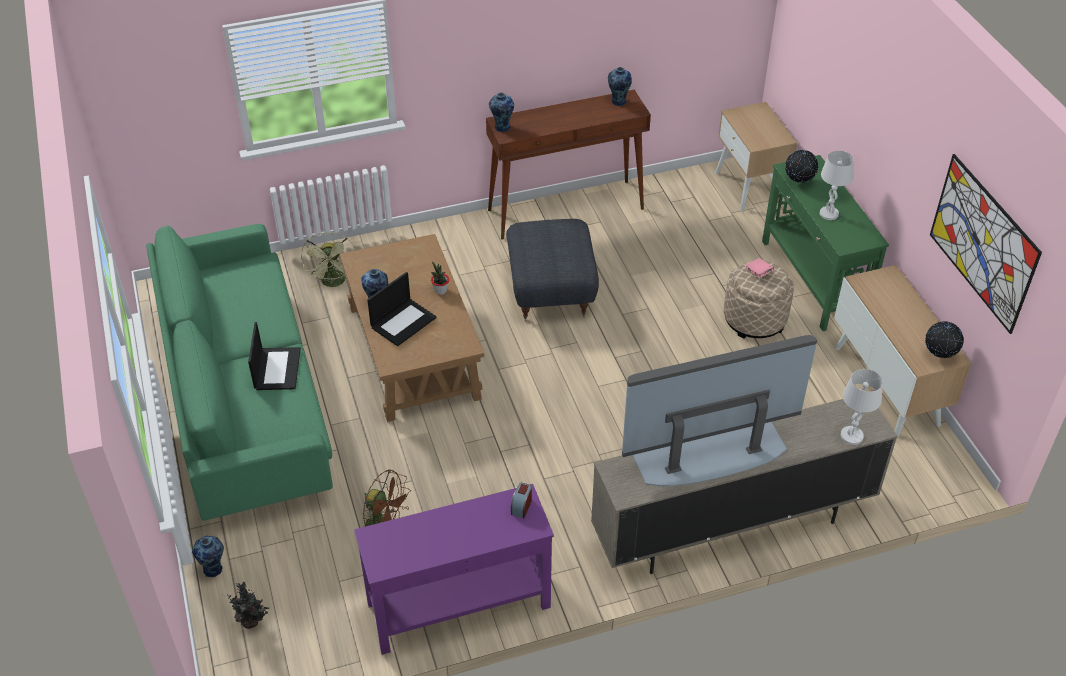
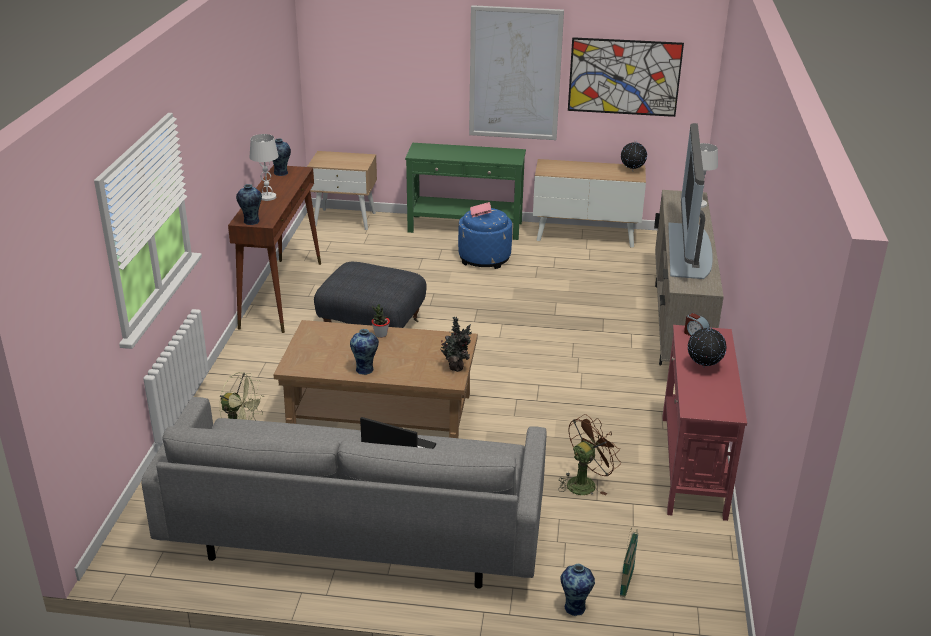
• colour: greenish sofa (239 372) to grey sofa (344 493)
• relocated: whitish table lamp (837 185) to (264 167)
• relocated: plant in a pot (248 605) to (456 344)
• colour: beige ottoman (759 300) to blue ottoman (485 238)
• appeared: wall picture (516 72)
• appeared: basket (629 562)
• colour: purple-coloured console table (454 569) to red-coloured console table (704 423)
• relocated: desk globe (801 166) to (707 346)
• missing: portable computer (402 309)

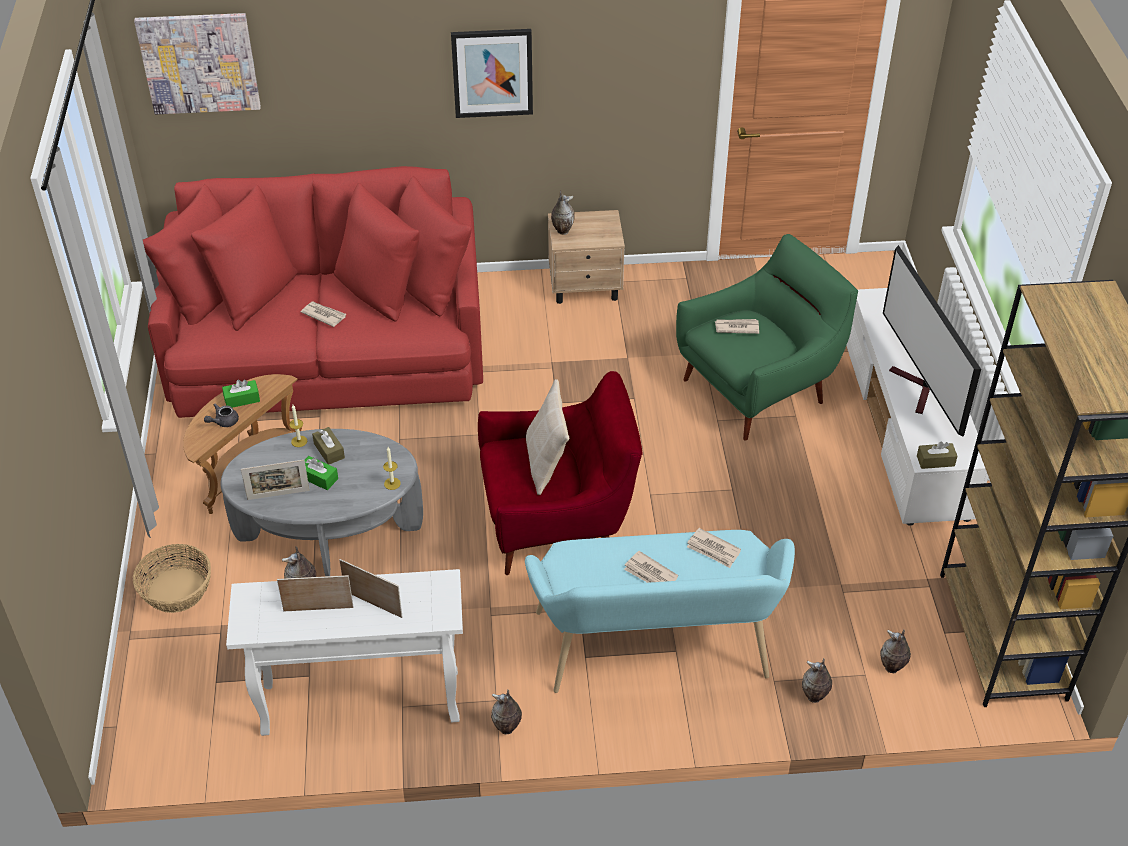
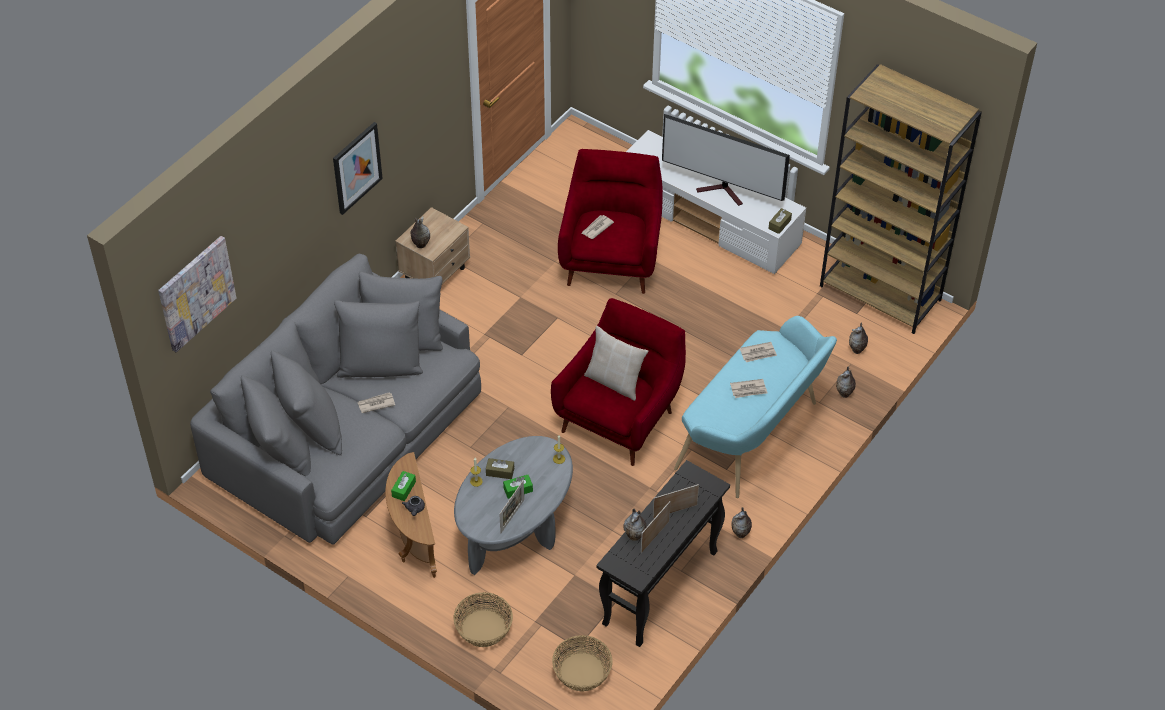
• colour: red-coloured sofa (313 292) to grey sofa (335 399)
• appeared: basket (582 663)
• colour: greenish lounge chair (767 337) to red-coloured lounge chair (610 221)
• colour: whitish console table (344 652) to black-coloured console table (663 553)

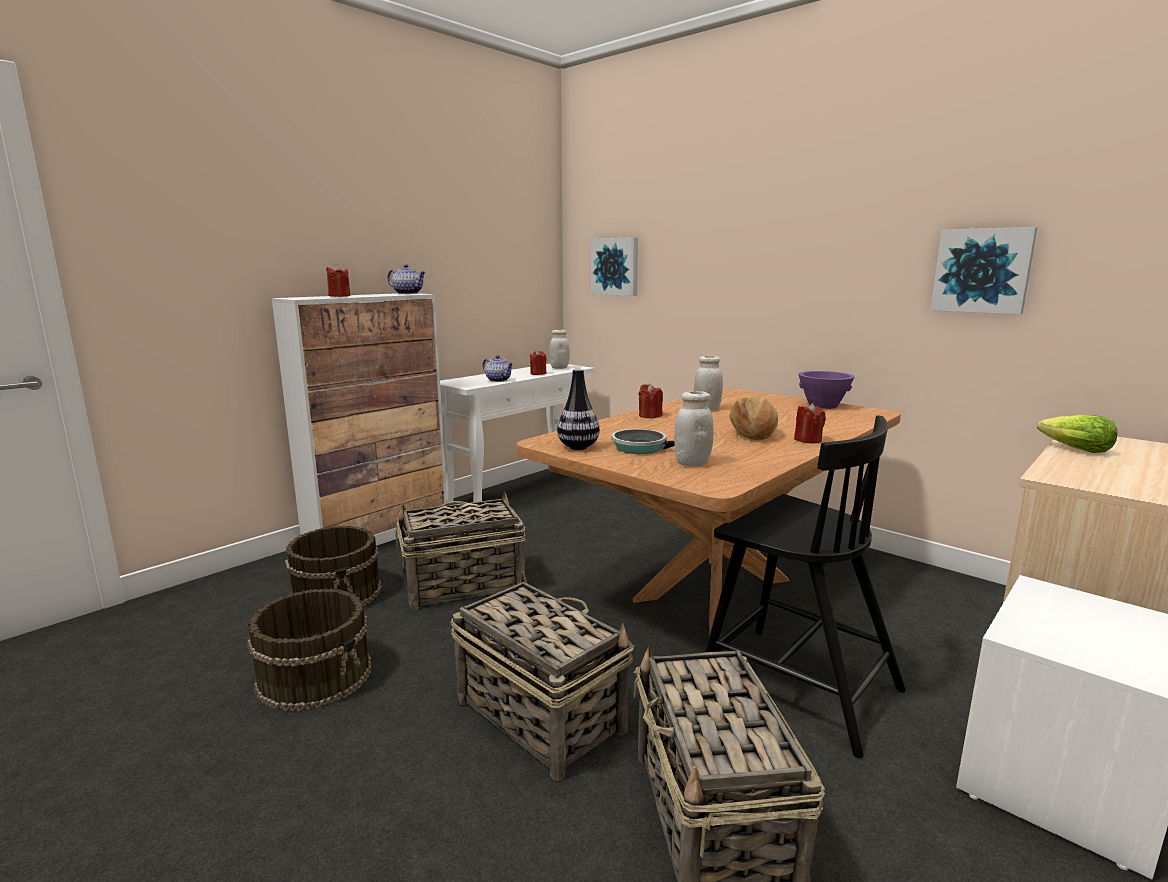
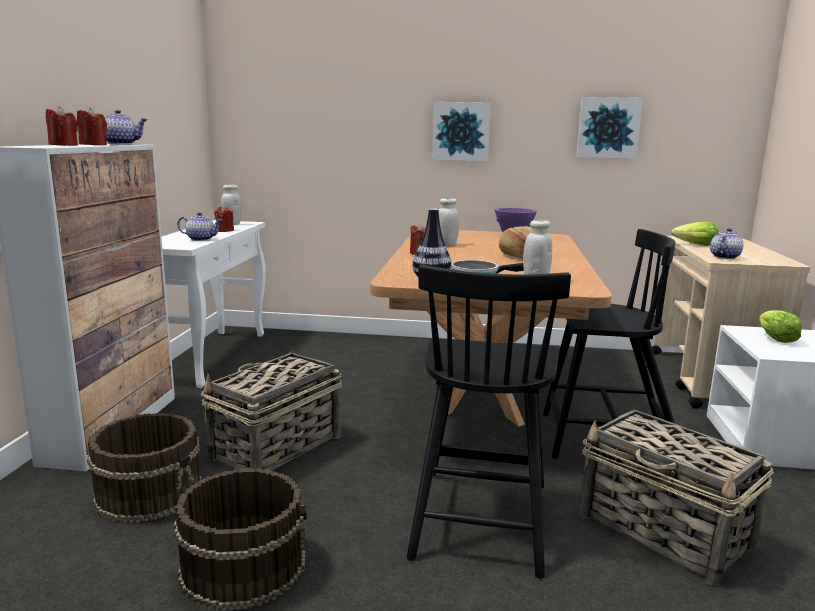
• relocated: red-coloured candle (810 423) to (92 126)
• exchanged: basket (542 676) to black-coloured upright chair (489 421)
• relocated: wall picture (614 266) to (461 131)
• appeared: teapot (726 243)
• appeared: head of lettuce (781 326)

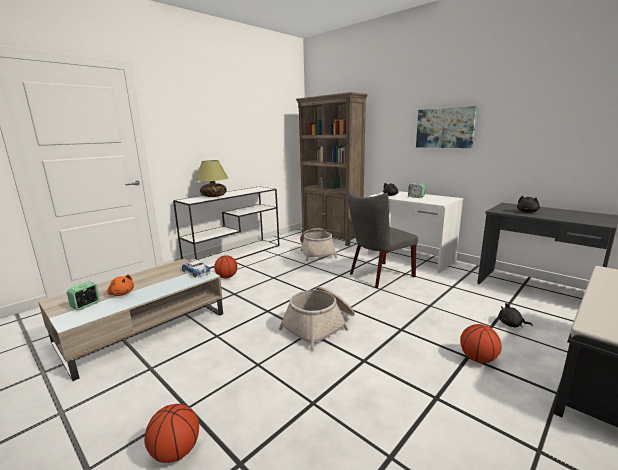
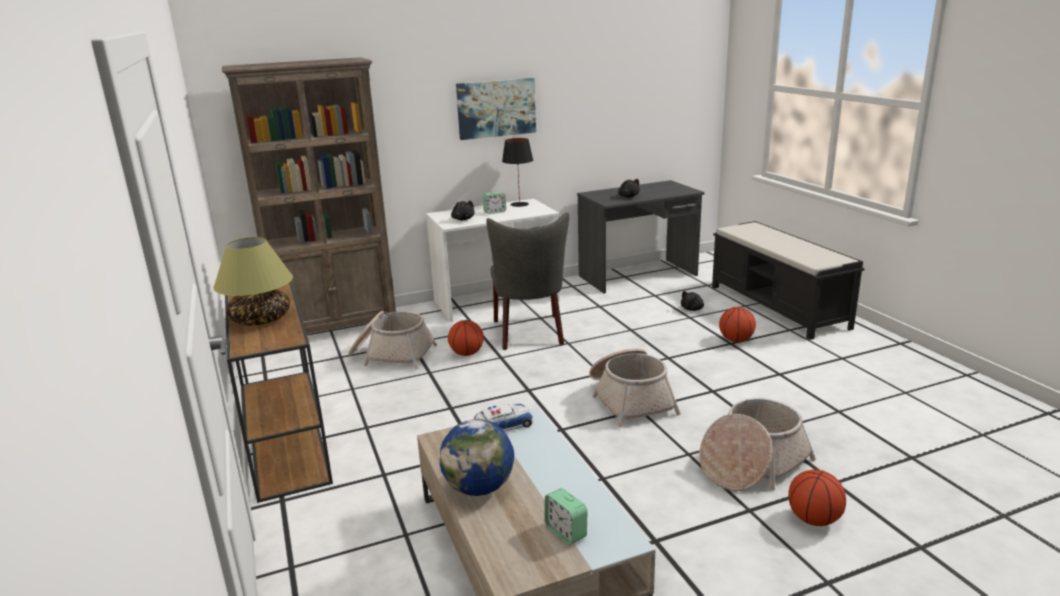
• colour: whitish console table (226 228) to brownish console table (279 385)
• appeared: desk globe (477 457)
• relocated: basketball ball (225 266) to (466 338)
• appeared: black-coloured table lamp (517 172)
• appeared: basket (757 444)
• missing: orangey cuddly toy (120 285)

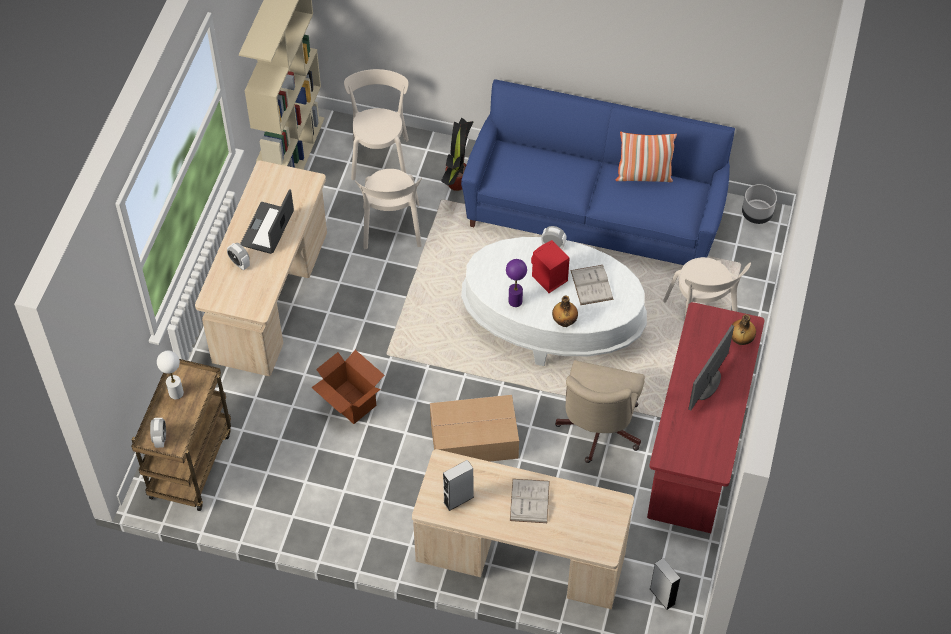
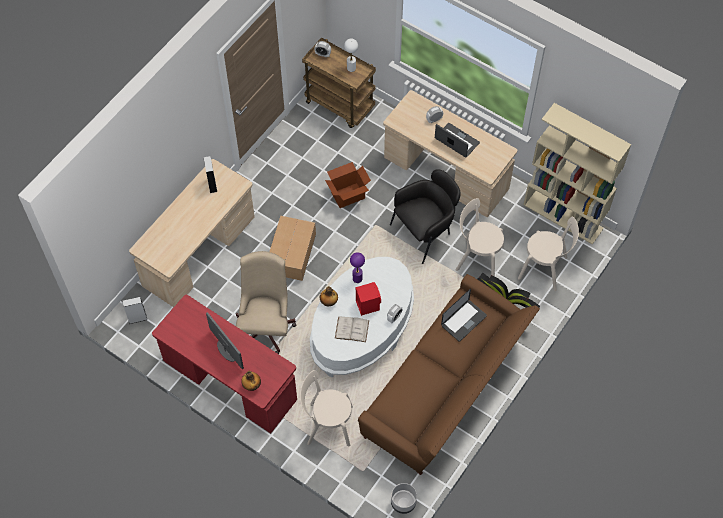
• spun: beige computer chair (600 411) = (266 302) 60 degrees clockwise
• colour: blue sofa (598 172) to brownish sofa (449 374)
• appeared: black-coloured lounge chair (425 216)
• appeared: portable computer (464 315)
• missing: whitish book (530 501)
• missing: throw pillow (646 156)

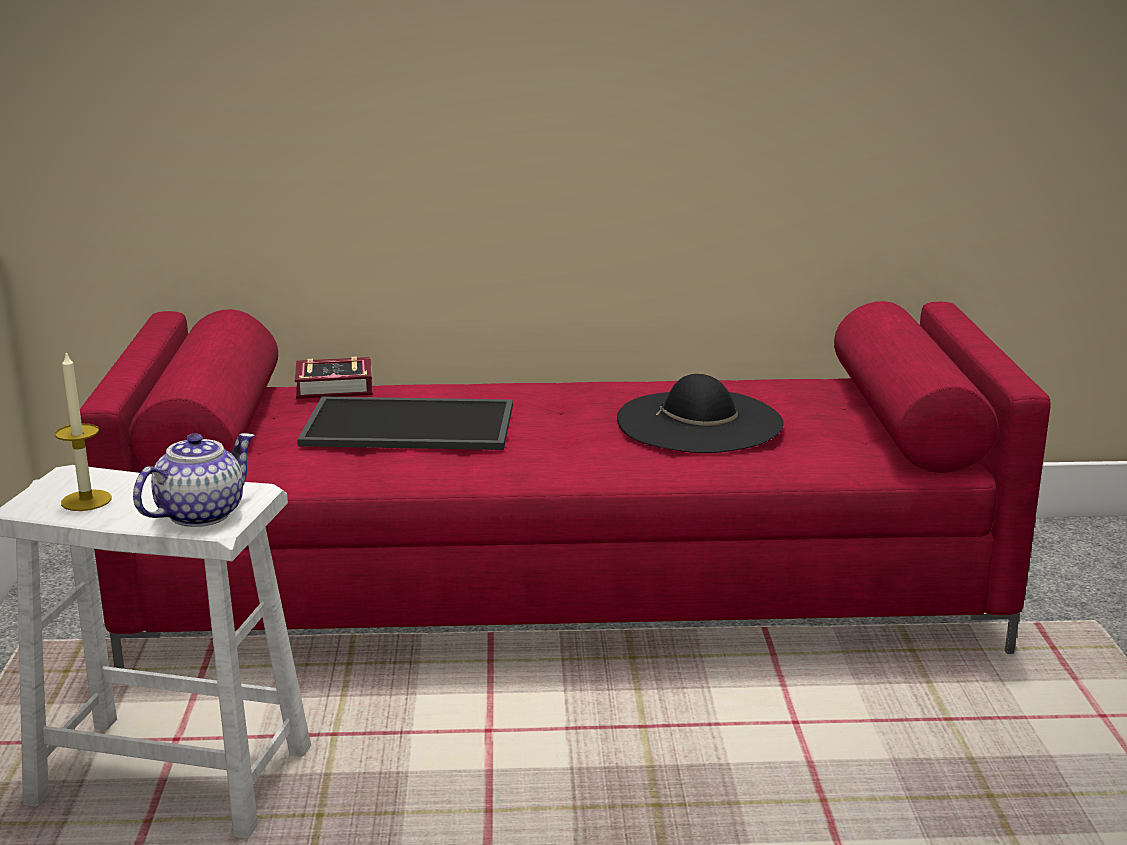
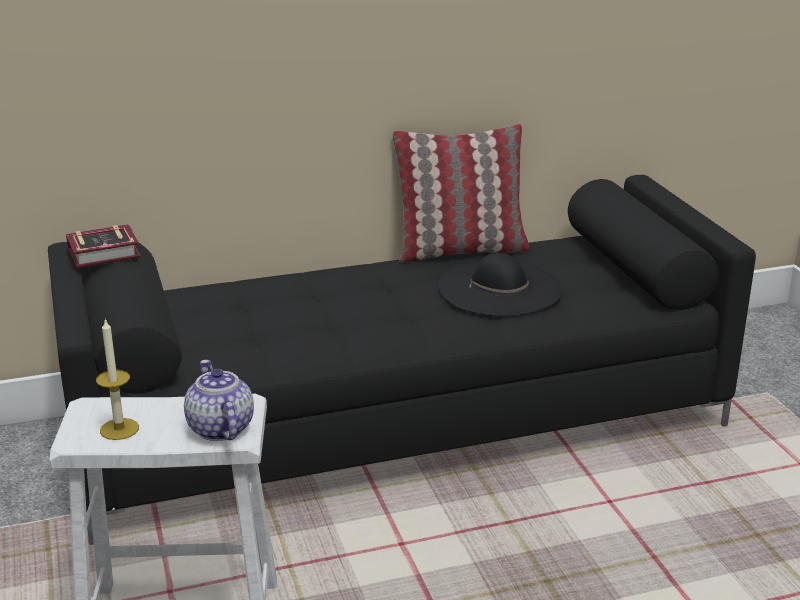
• colour: red-coloured sofa (565 485) to black-coloured sofa (402 360)
• relocated: book (334 378) to (103 246)
• spun: teapot (194 480) = (219 400) 45 degrees counterclockwise
• appeared: throw pillow (461 193)
• missing: carrying tray (405 423)

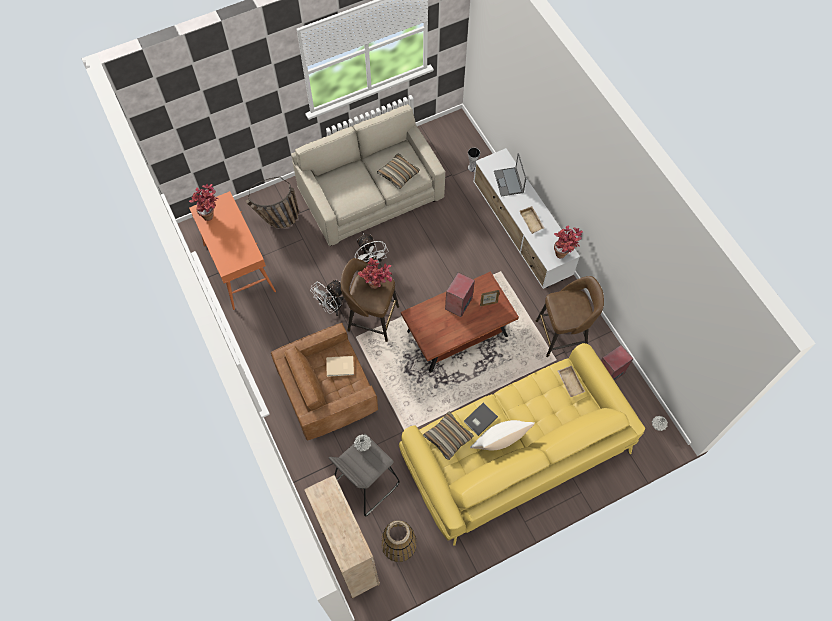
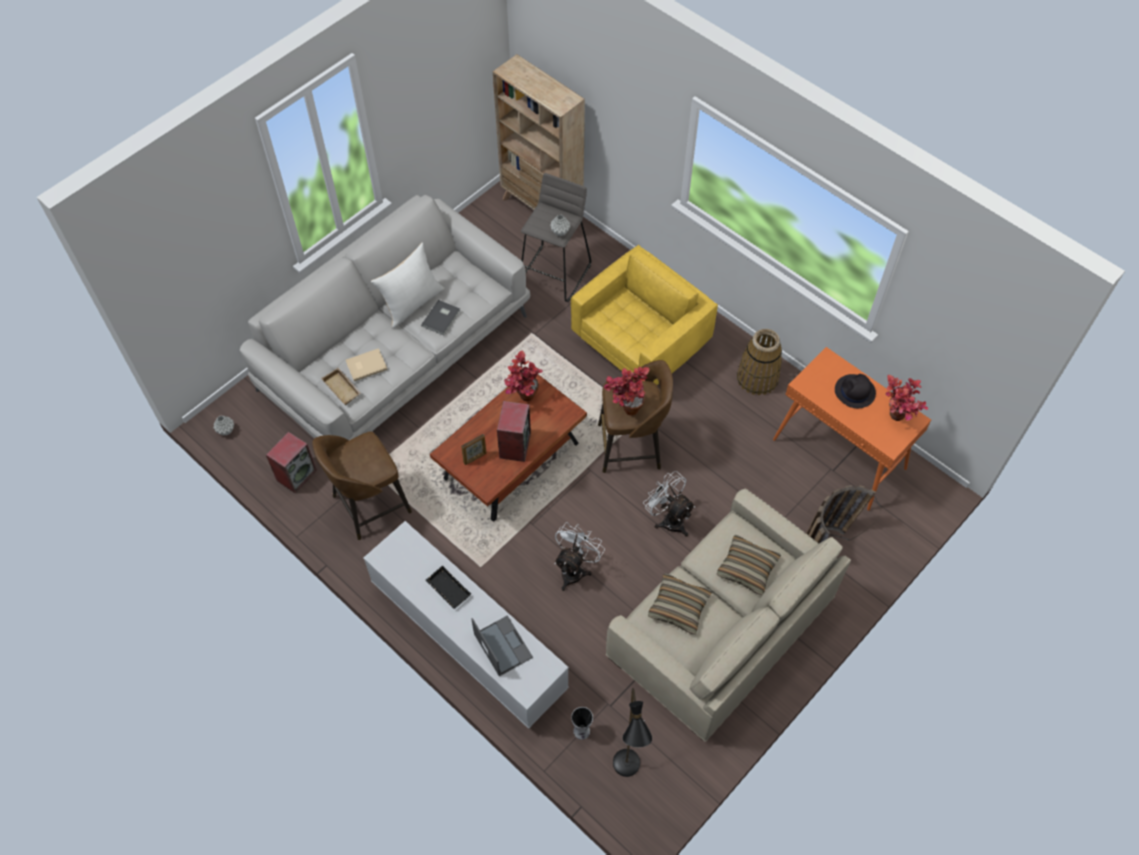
• colour: yellow-coloured sofa (522 444) to whitish sofa (385 317)
• relocated: beige book (340 366) to (367 364)
• colour: beige carrying tray (532 220) to black-coloured carrying tray (448 587)
• relocated: plant in a pot (568 242) to (523 376)
• relocated: whitish electric fan (327 298) to (579 556)
• colour: brownish lounge chair (324 381) to yellow-coloured lounge chair (644 315)
• appeared: black-coloured standing lamp (632 732)
• relocated: throw pillow (448 435) to (749 565)
• relocated: basket (399 541) to (759 362)
• appeared: black-coloured wearable hat (855 391)

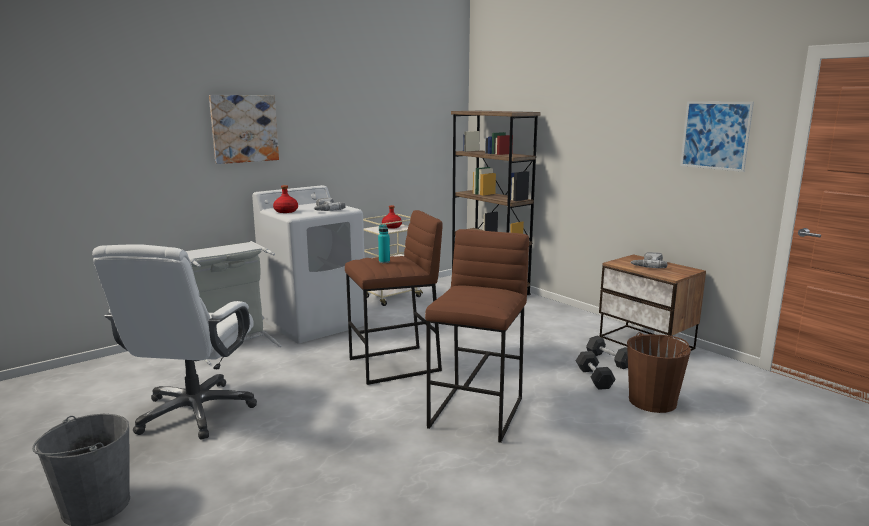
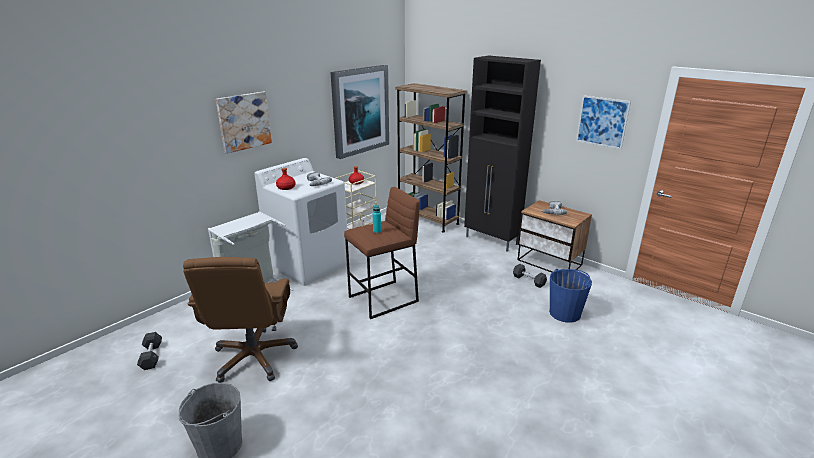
• relocated: grey dumbbell (596 370) to (149 351)
• colour: whitish computer chair (174 342) to brownish computer chair (240 320)
• appeared: wall picture (360 112)
• appeared: black-coloured storage cabinet (502 154)
• colour: brownish water bucket (659 372) to blue water bucket (570 296)
• missing: brownish stool seat (477 336)

